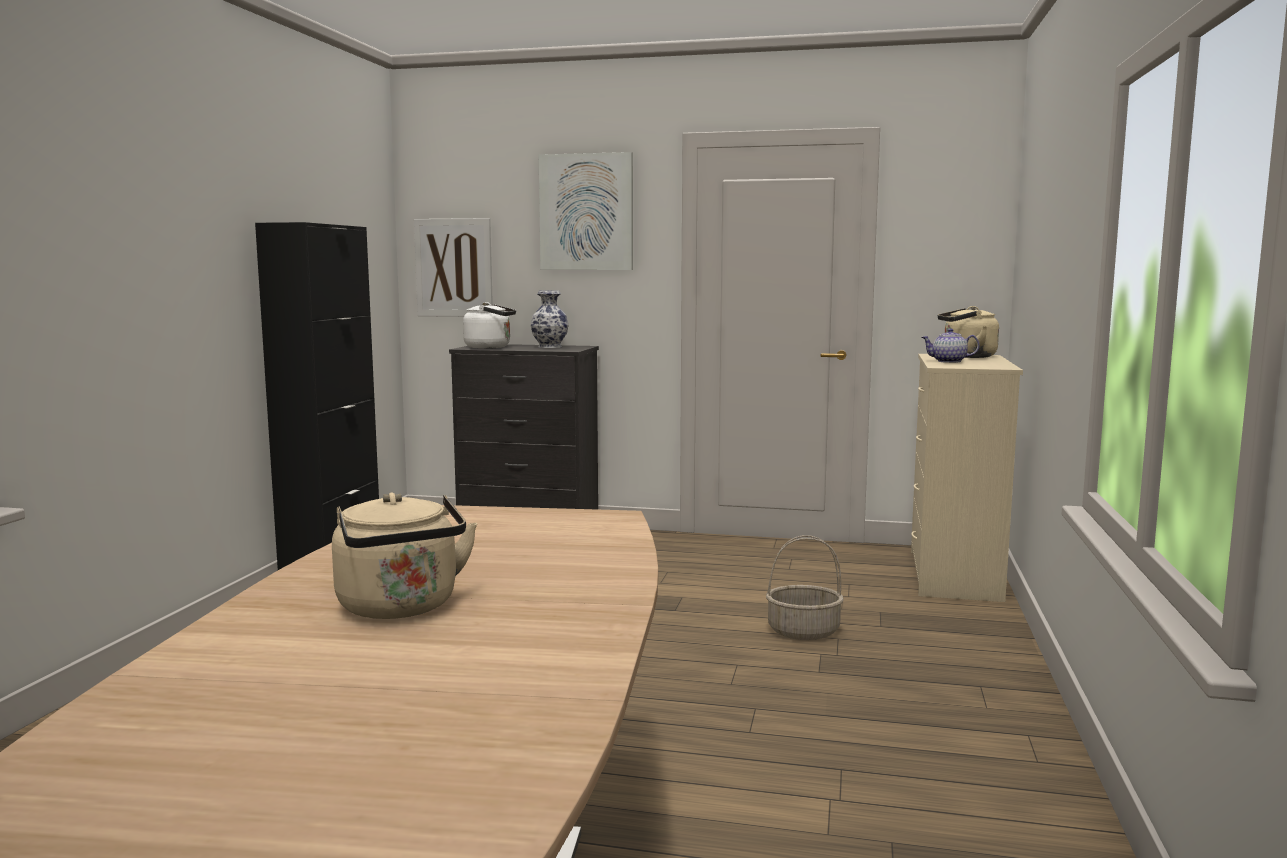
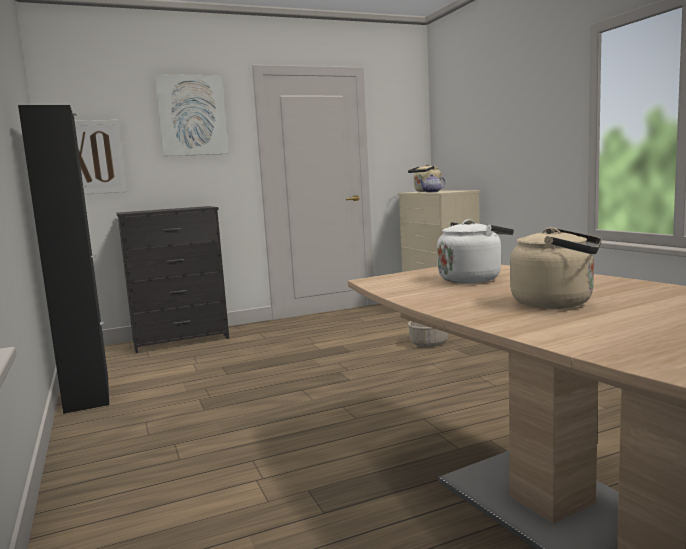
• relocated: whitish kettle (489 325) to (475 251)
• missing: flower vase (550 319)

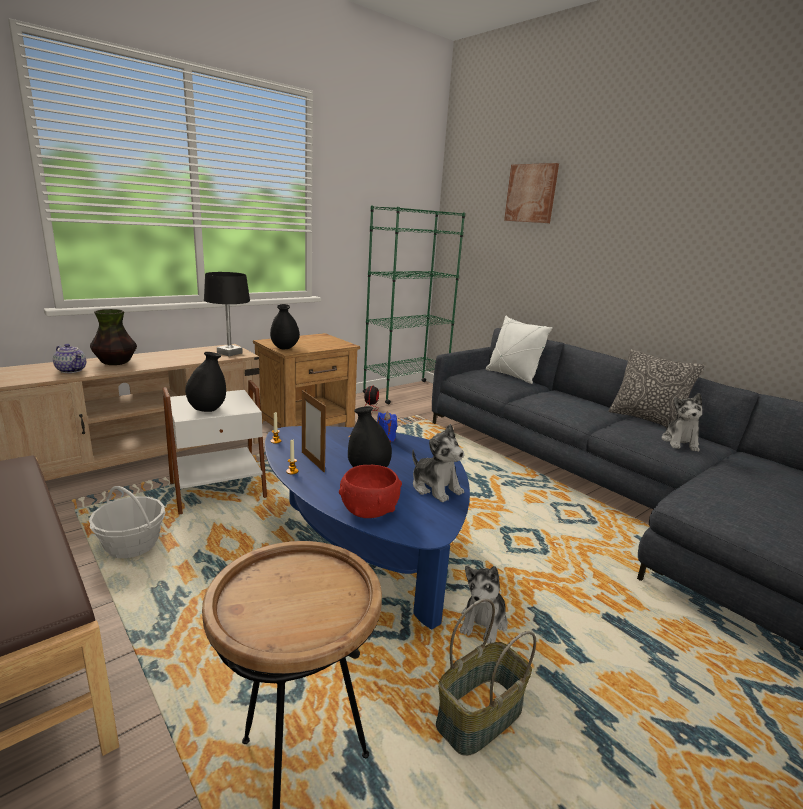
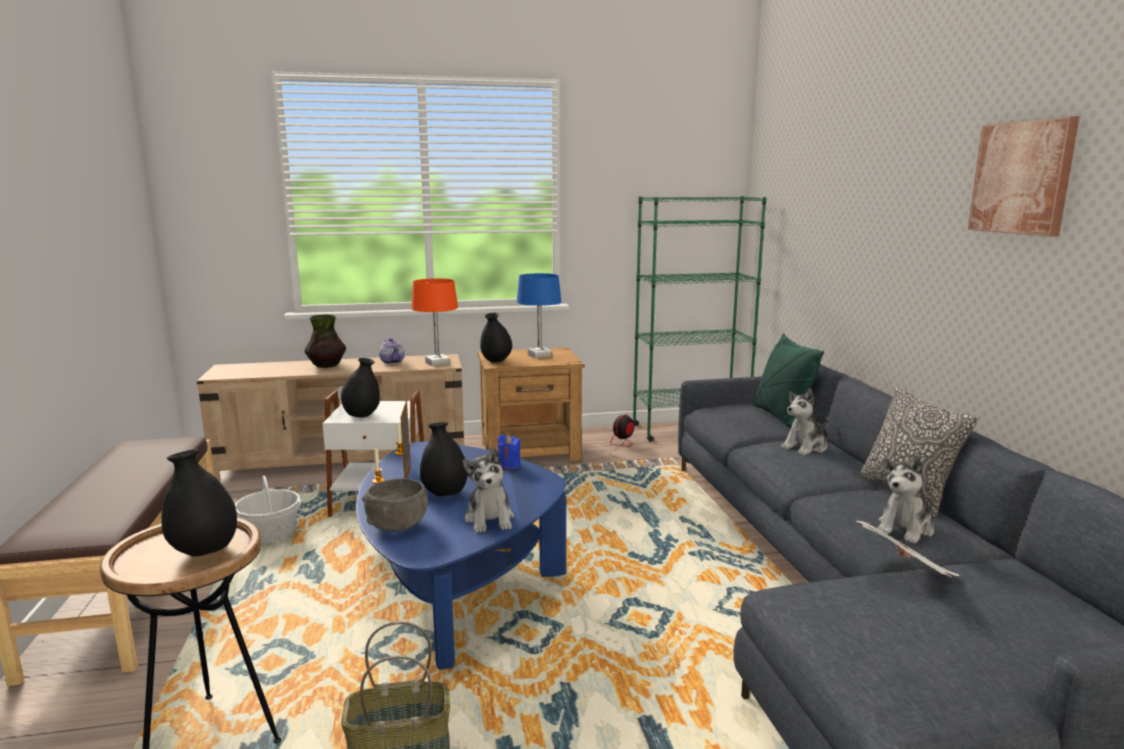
• appeared: black-coloured flower vase (199 502)
• colour: red-coloured bowl (370 491) to grey bowl (395 505)
• relocated: teapot (69 358) to (392 351)
• colour: black-coloured table lamp (227 314) to orangey table lamp (434 322)
• appeared: blue table lamp (539 315)
• colour: whitish throw pillow (519 350) to greenish throw pillow (788 380)
• relocated: cuddly toy (484 605) to (804 422)
• appeared: newspaper (908 549)
• relocated: wall picture (531 193) to (1024 176)

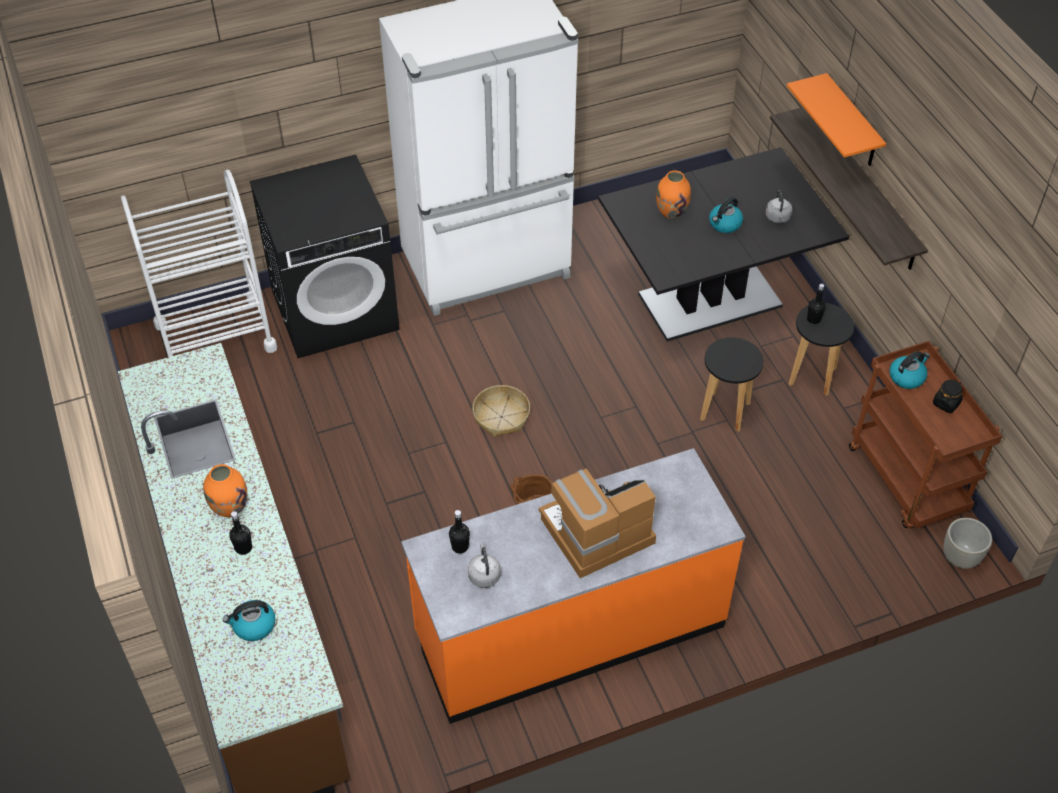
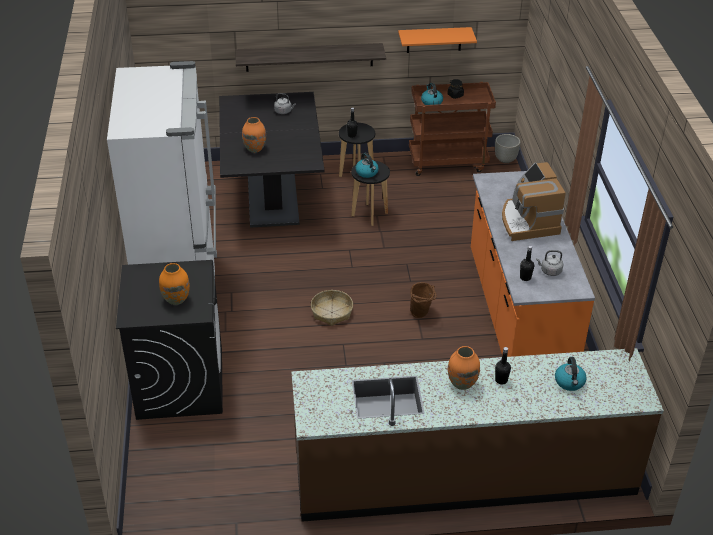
• appeared: orangey flower vase (174 284)
• relocated: kettle (726 215) to (367 165)
• relocated: orangey bracket shelf (836 119) to (437 40)
• missing: whitish wheeled cart (199 263)

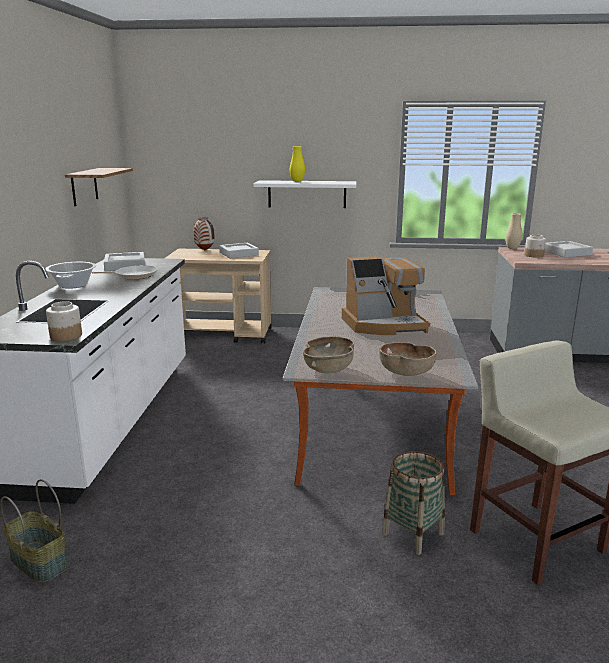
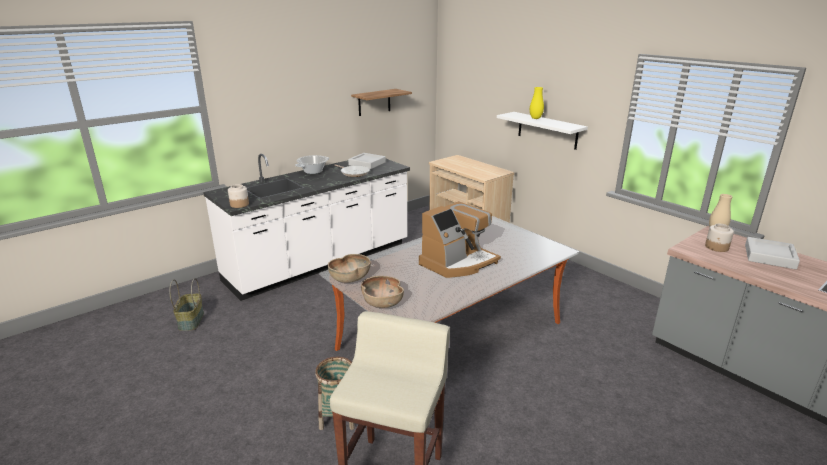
• spun: coffee machine (386 295) = (460 239) 75 degrees counterclockwise
• missing: flower vase (204 233)
• missing: grey carrying tray (239 250)

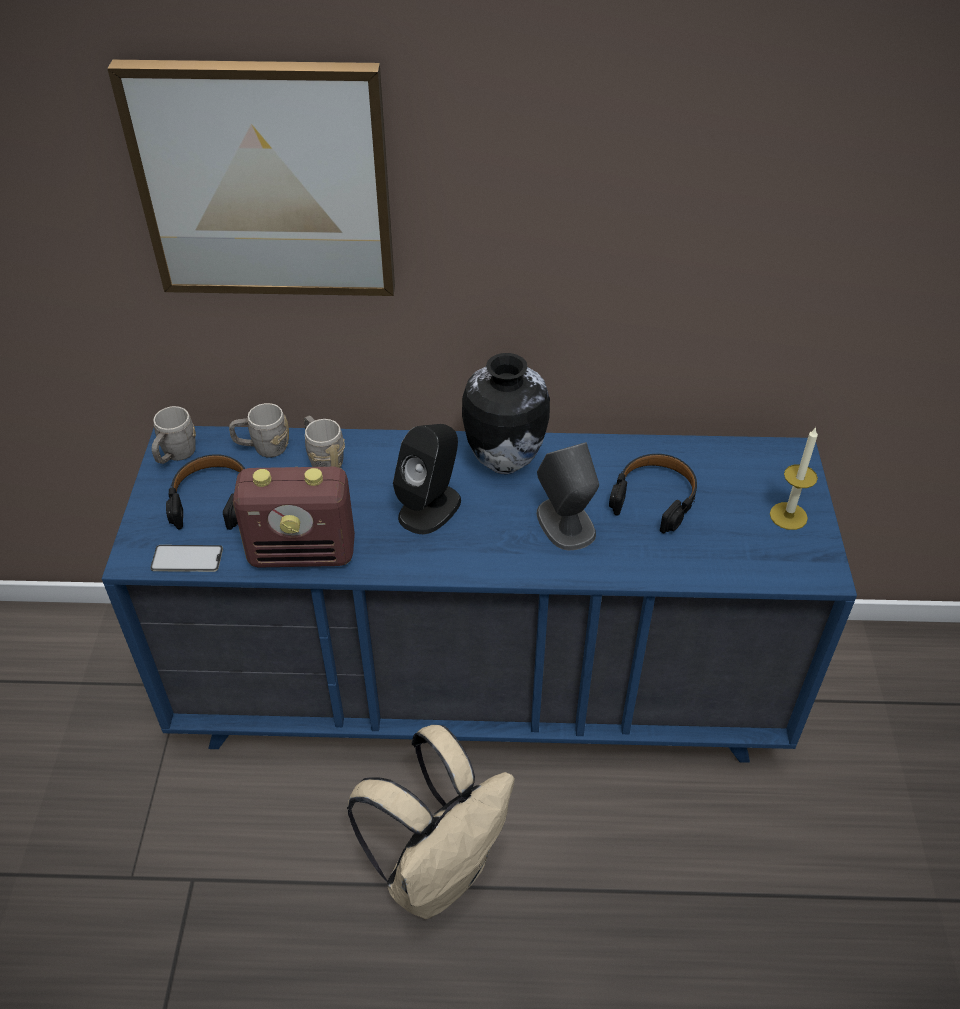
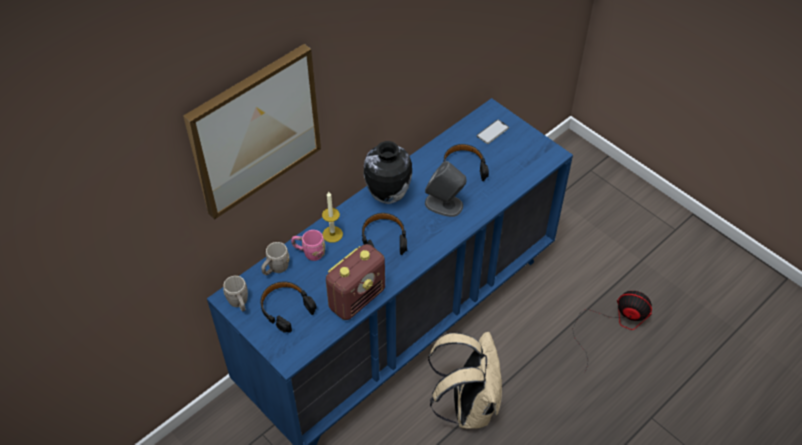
• colour: grey tea mug (324 442) to pink tea mug (308 245)
• relocated: candle (794 478) to (332 217)
• exchanged: black-coloured loudspeaker (427 479) to black-coloured headphones (384 234)
• relocated: phone (186 558) to (493 132)
• appeared: electric fan (612 331)

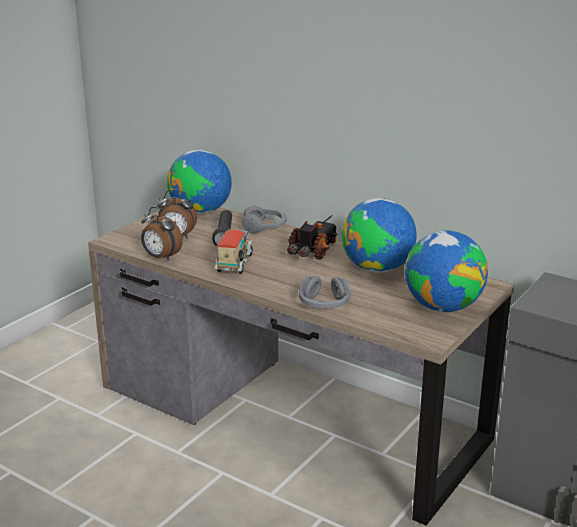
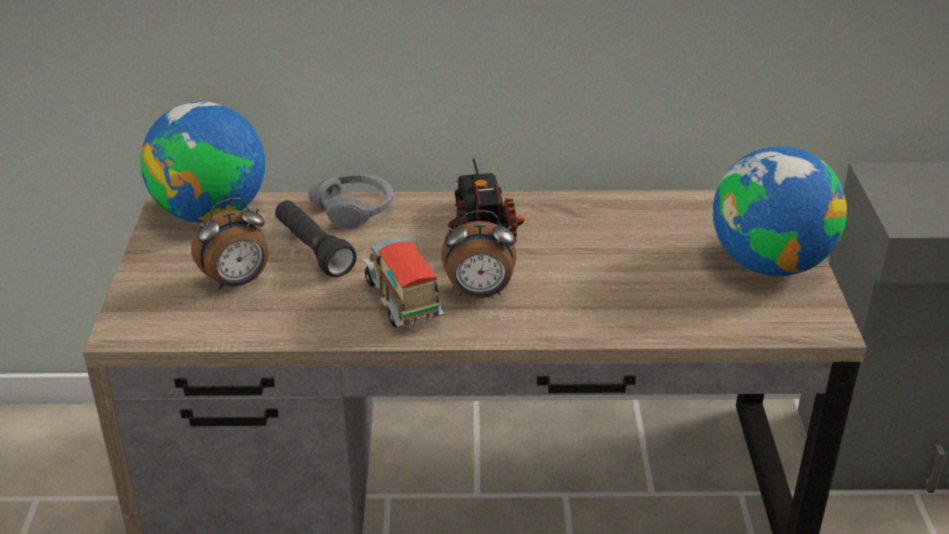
• relocated: table clock (162 234) to (479 254)
• missing: grey headphones (325 292)
• missing: desk globe (379 235)

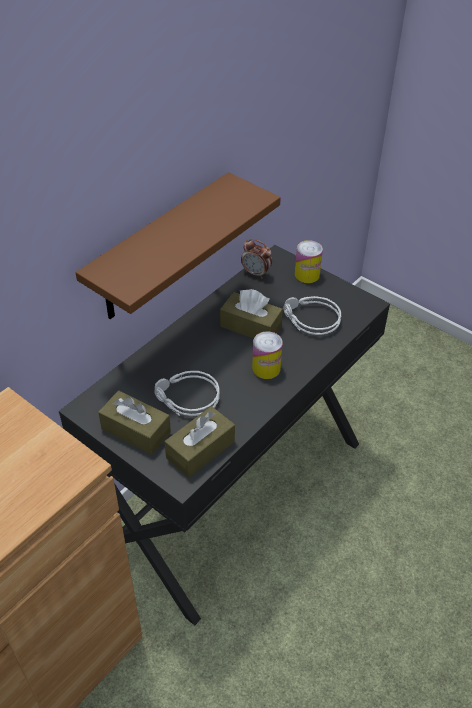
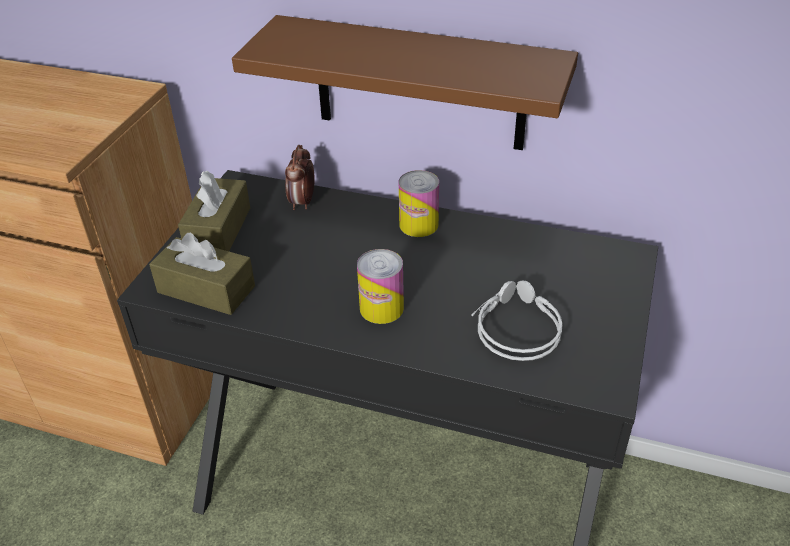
• relocated: table clock (256 259) to (300 177)
• relocated: sealed can (309 261) to (419 203)
• missing: grey headphones (187 393)
• missing: brownish box of tissues (251 313)

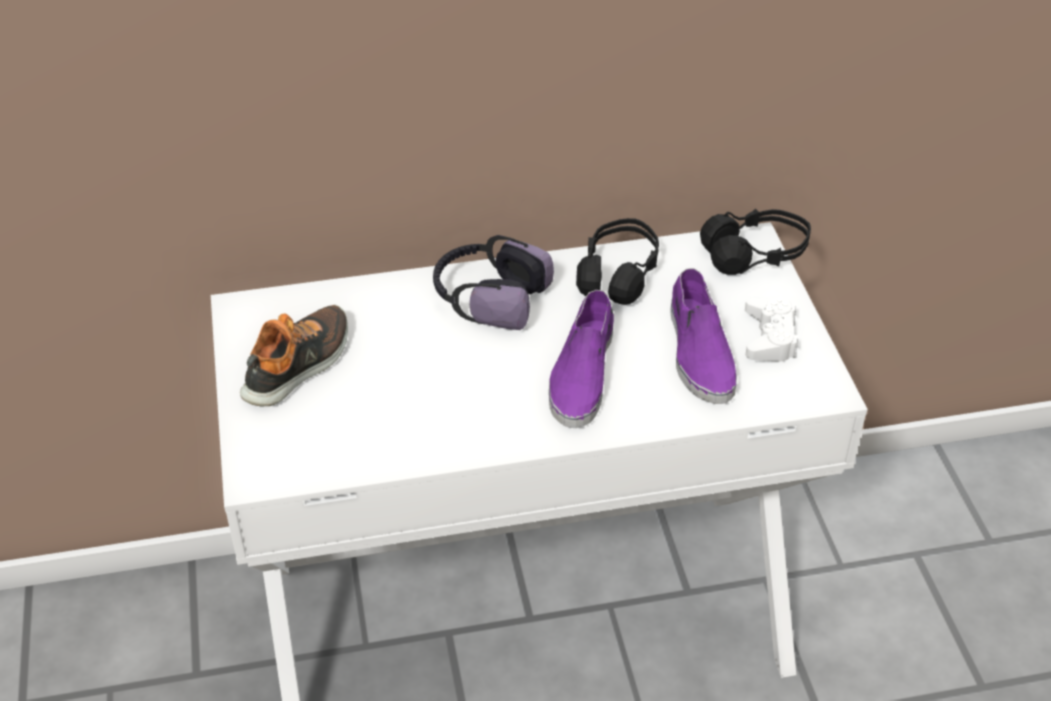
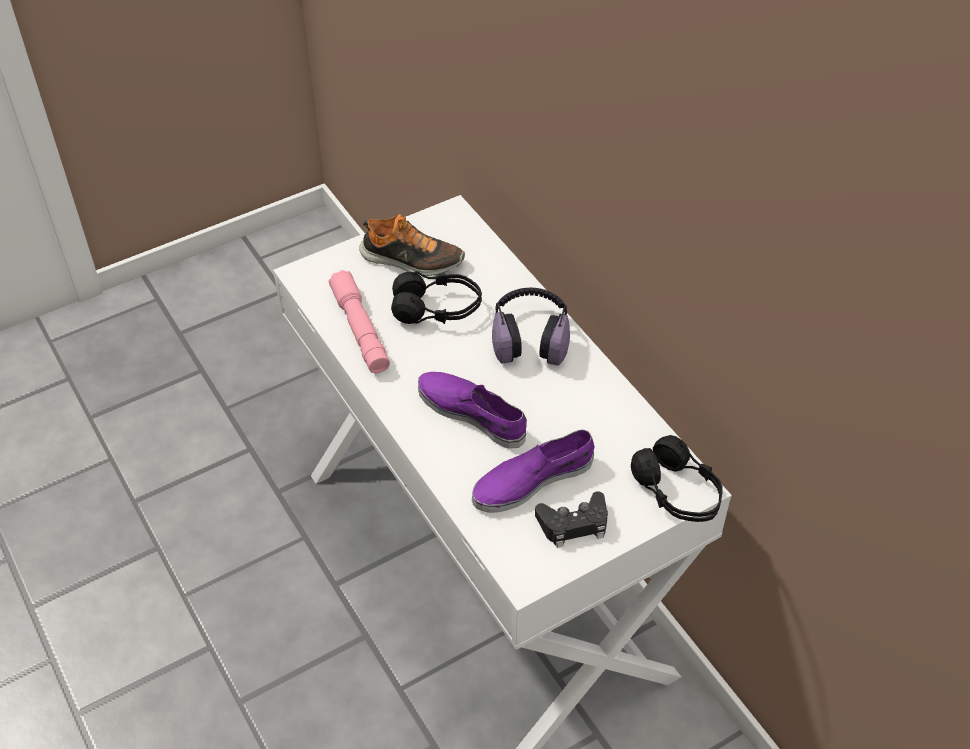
• appeared: pink torch (359 321)
• relocated: black-coloured headphones (617 261) to (436 297)
• spun: purple-coloured low shoe (581 359) = (472 410) 45 degrees clockwise
• colour: whitish joypad (771 329) to black-coloured joypad (571 519)

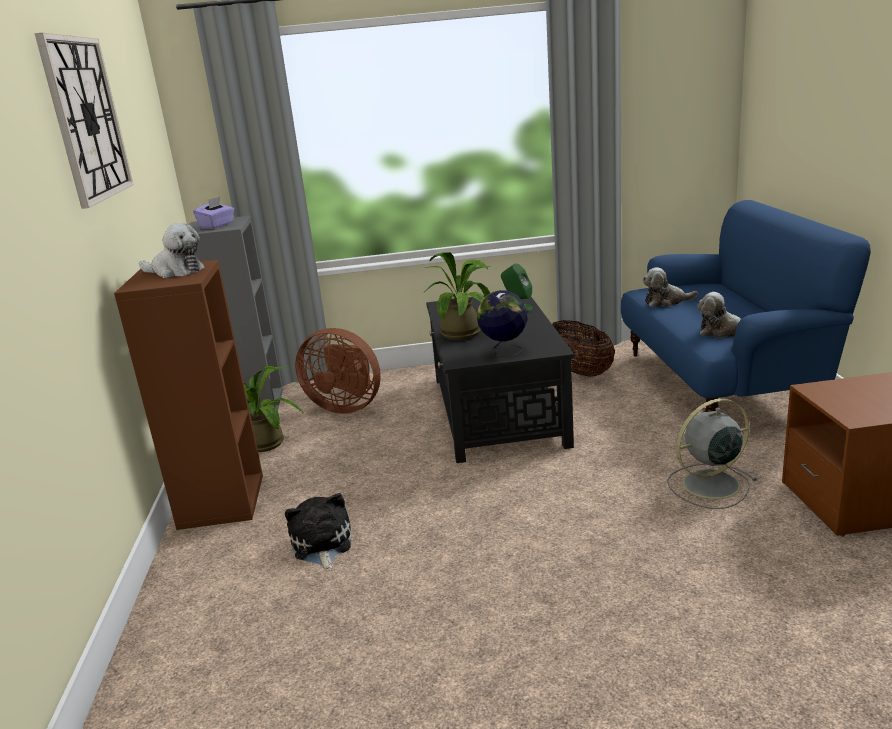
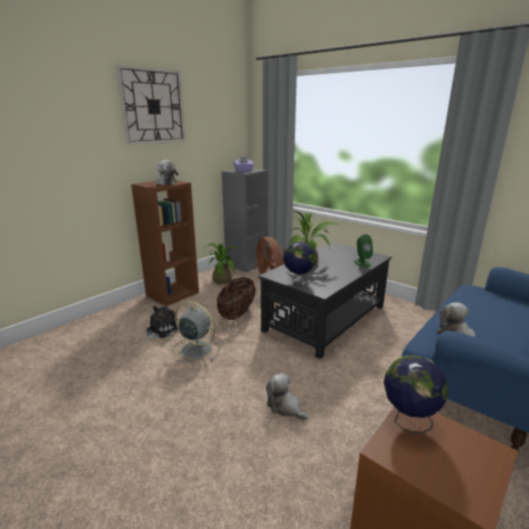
• relocated: grey electric fan (712 453) to (195 331)
• relocated: basket (583 348) to (236 298)
• relocated: cuddly toy (670 287) to (287 397)
• appeared: desk globe (416 394)

